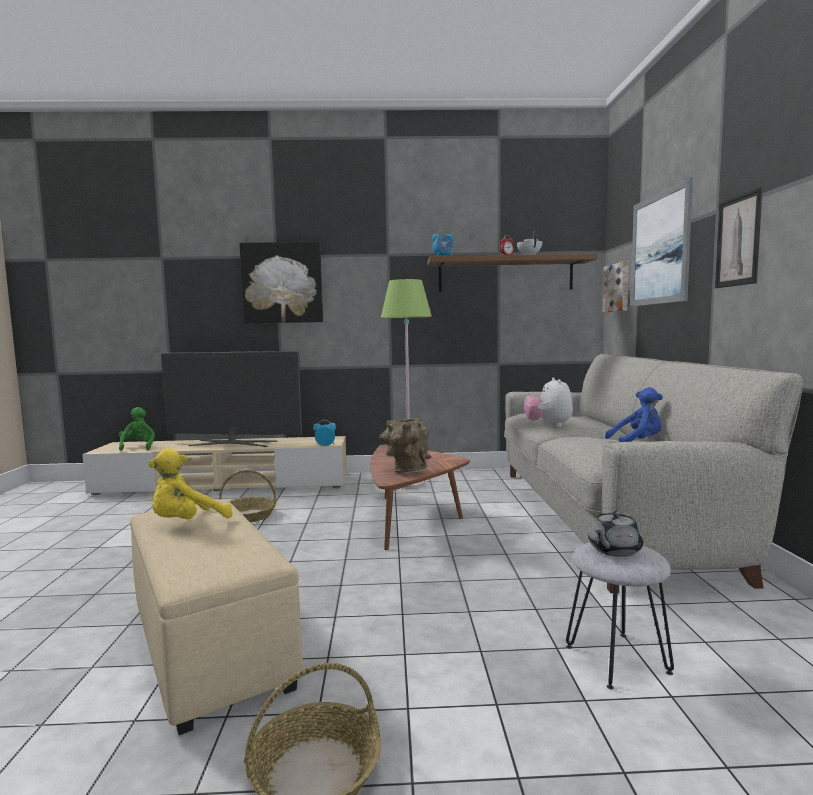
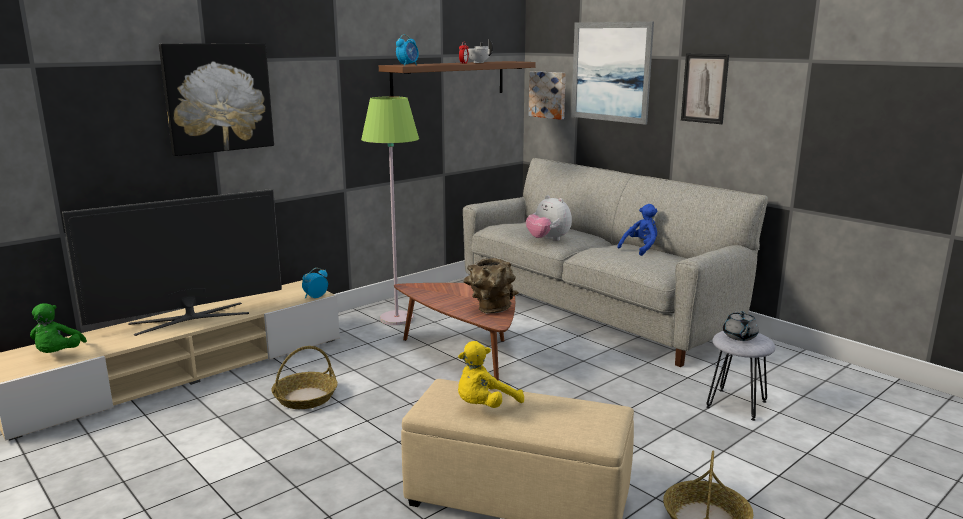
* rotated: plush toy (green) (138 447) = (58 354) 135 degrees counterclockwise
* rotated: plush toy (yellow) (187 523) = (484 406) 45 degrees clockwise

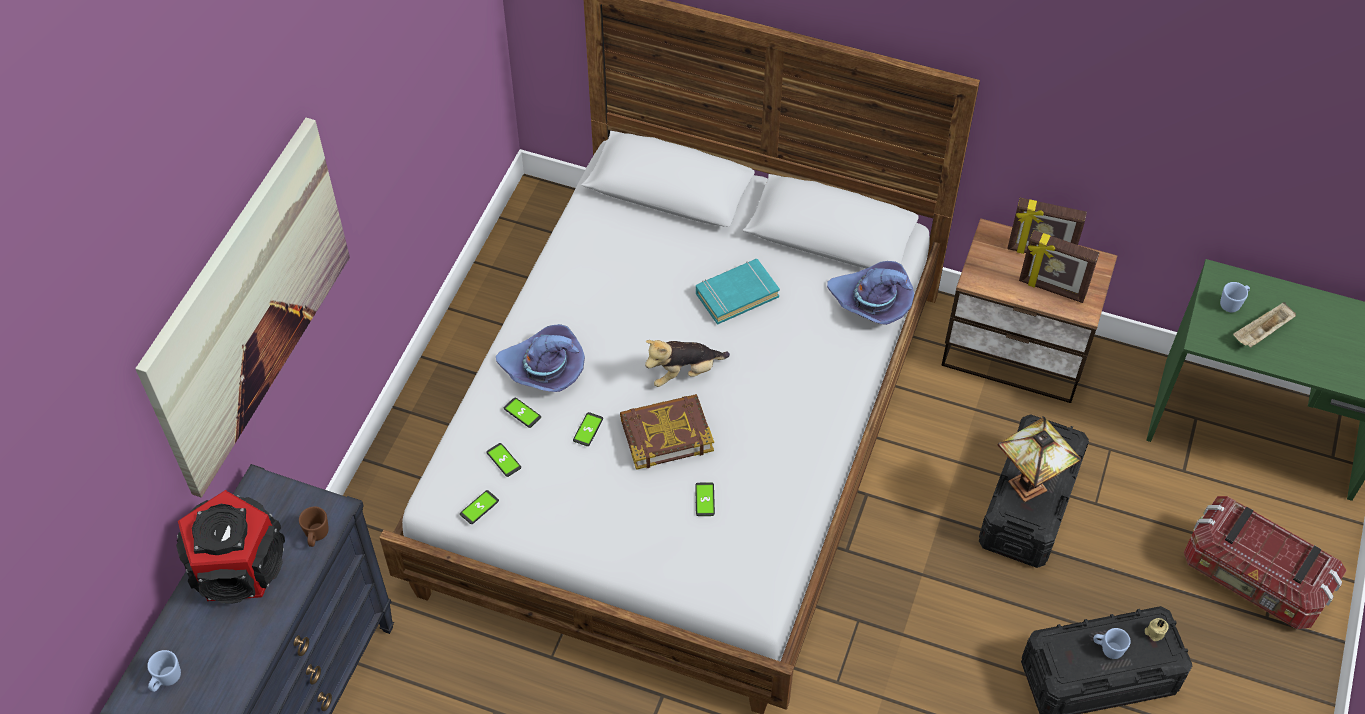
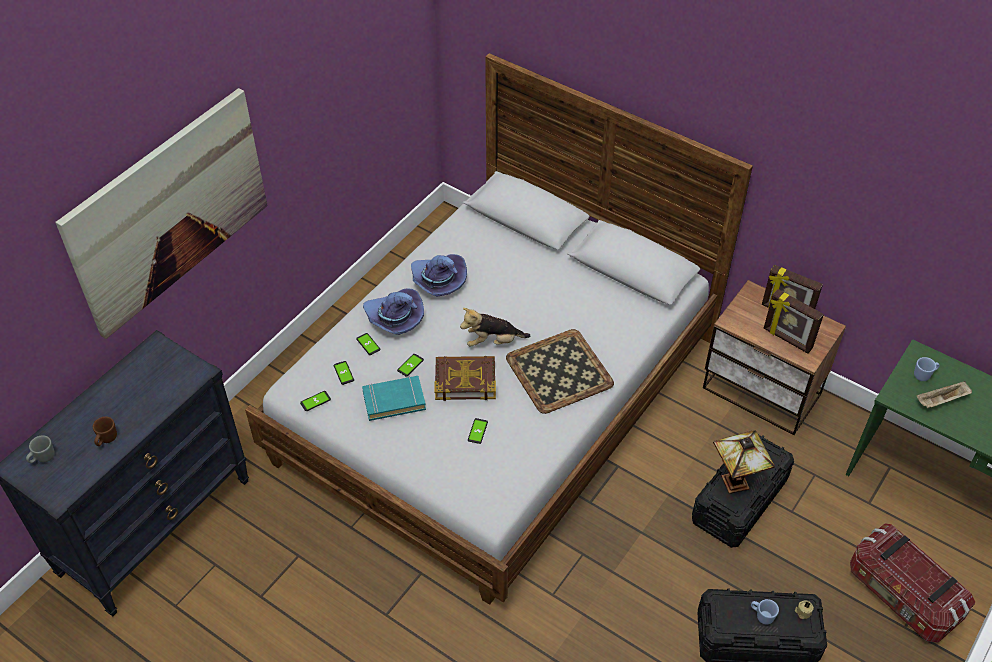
* repainted: mug (blue) (166 680) to mug (grey) (43 458)
* shifted: mug (brown) (316 536) to (106 440)
* shifted: book (turquoise) (736 294) to (394 400)
* shifted: hat (purple) (872 302) to (437 281)
* new: tray (559 372)
* gone: speaker (239 566)

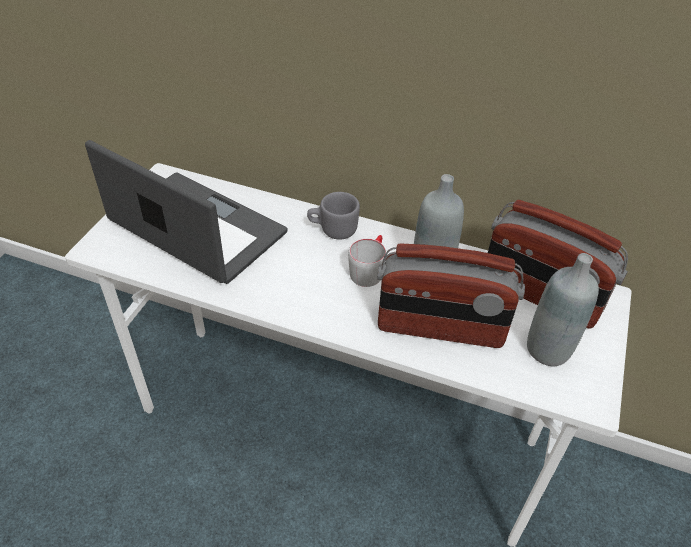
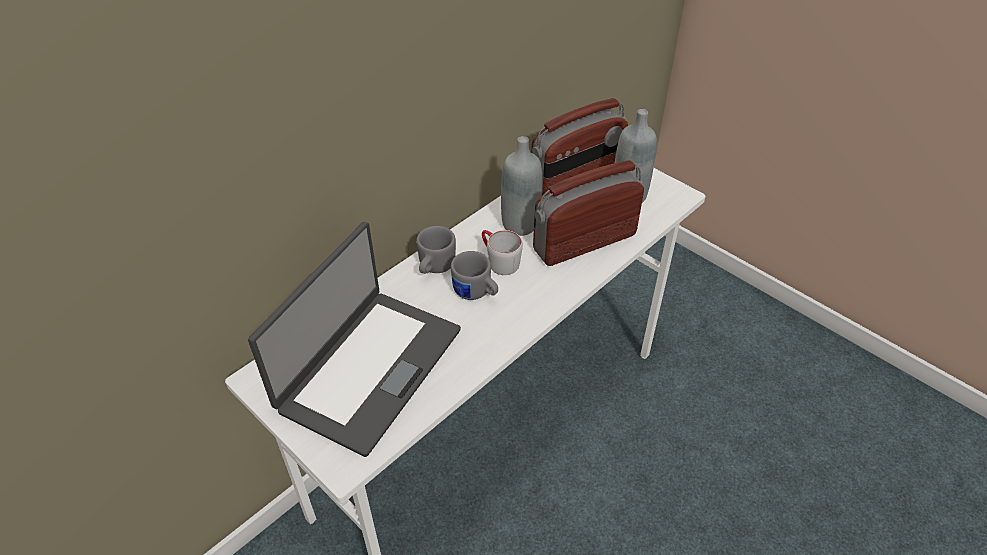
* rotated: laptop (196 229) = (368 368) 150 degrees clockwise
* new: mug (grey) (476 293)
* rotated: radio (440 328) = (584 242) 150 degrees counterclockwise

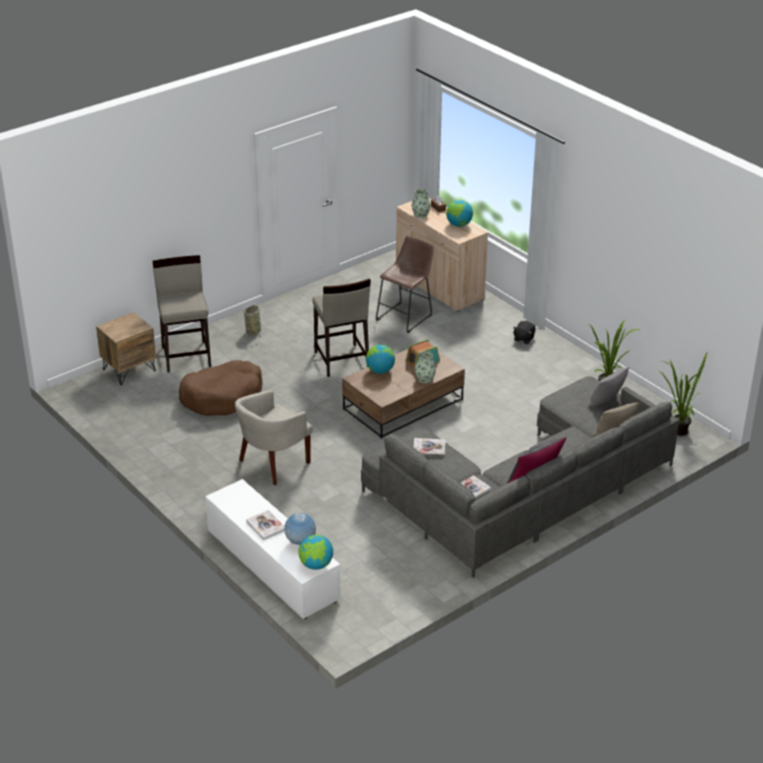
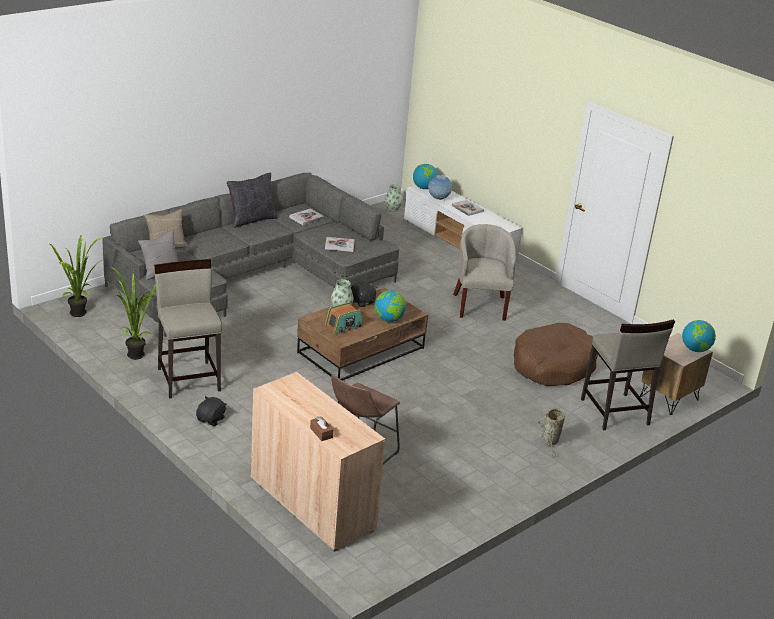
* shifted: stool (beige) (341 361) to (189 379)
* new: plush toy (black) (362 302)
* shifted: vase (420 214) to (393 209)
* rotated: armchair (beige) (273 463) = (480 305) 45 degrees counterclockwise
* shifted: globe (458 225) to (695 349)

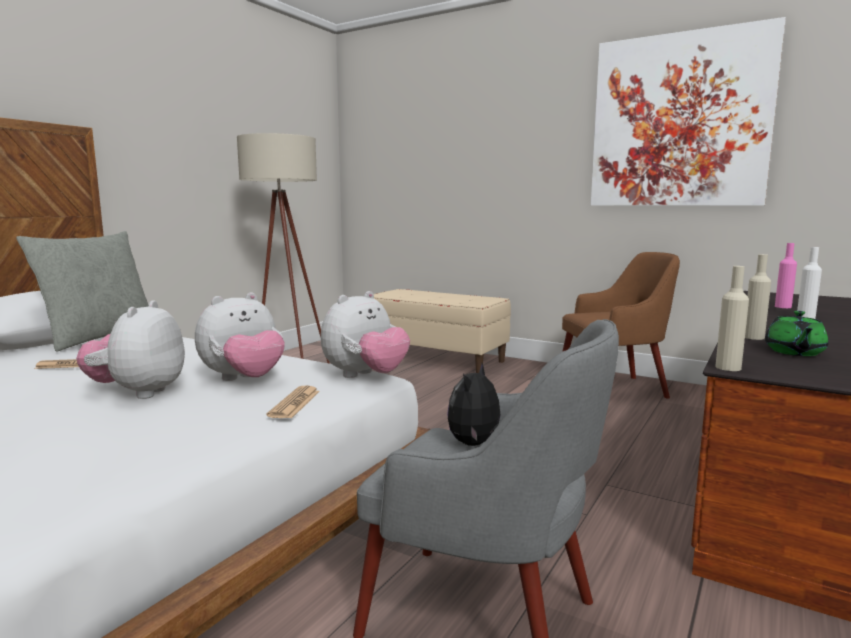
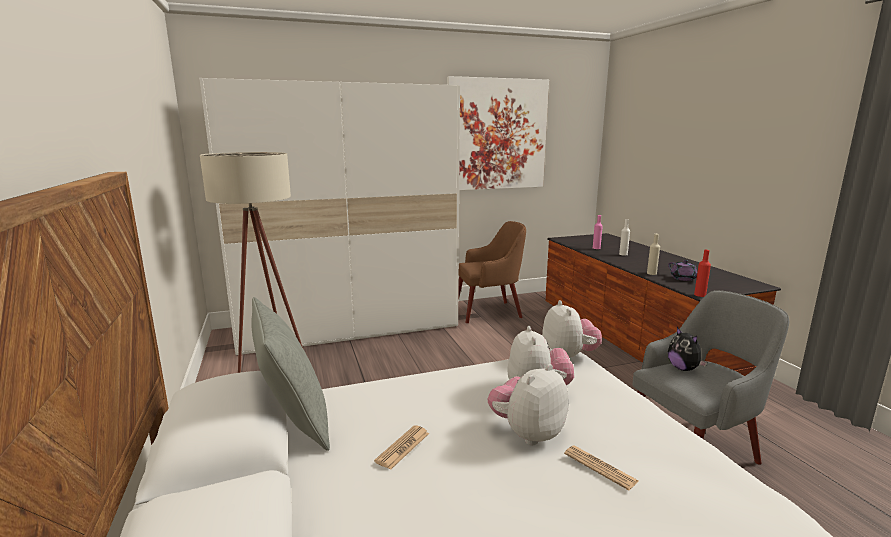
* swapped: bench (beige) (435 359) to wardrobe (white) (350 327)
* rotated: armchair (brown) (614 389) = (489 312) 45 degrees clockwise
* rotated: plush toy (138 393) = (527 433) 90 degrees clockwise
* shifted: newspaper (295 403) to (600 467)
* repainted: teapot (green) (794 352) to teapot (purple) (683 279)
* repainted: bottle (beige) (728 367) to bottle (red) (700 295)

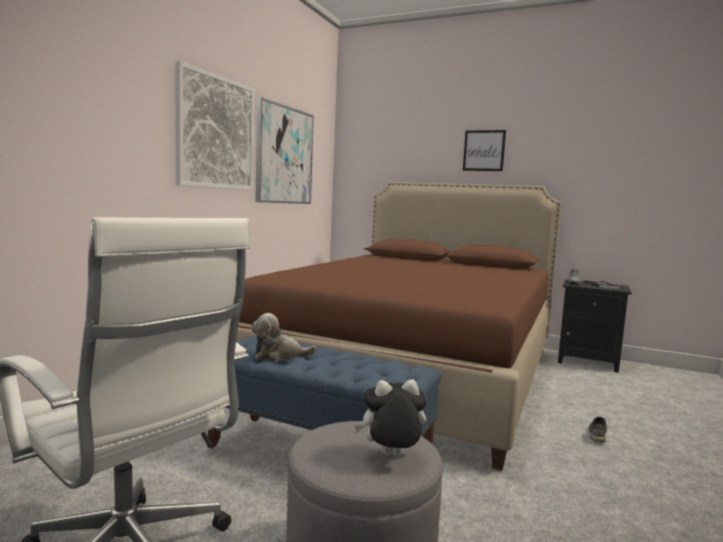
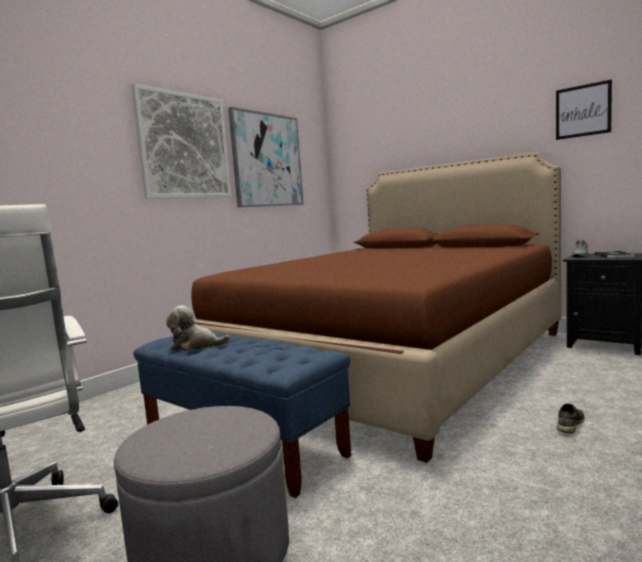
* shifted: picture (484 150) to (583 111)
* gone: plush toy (391 456)

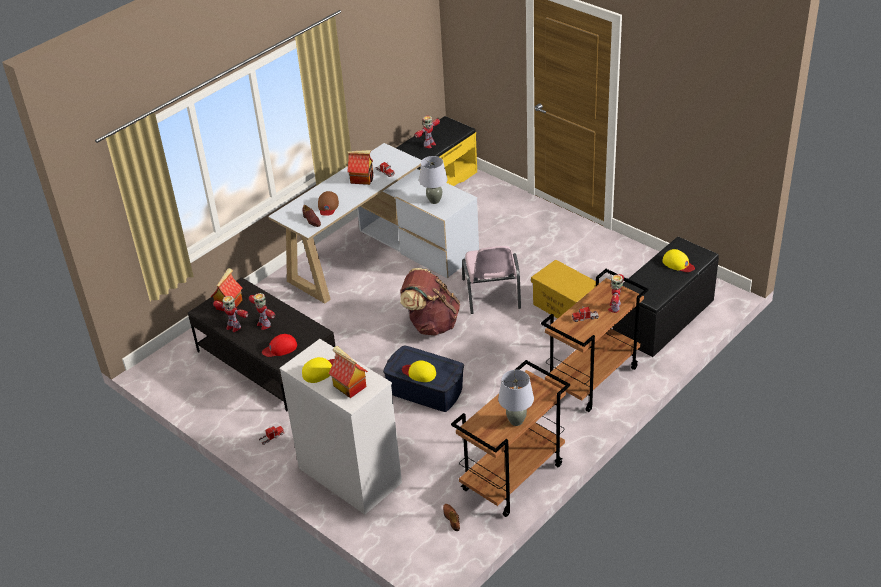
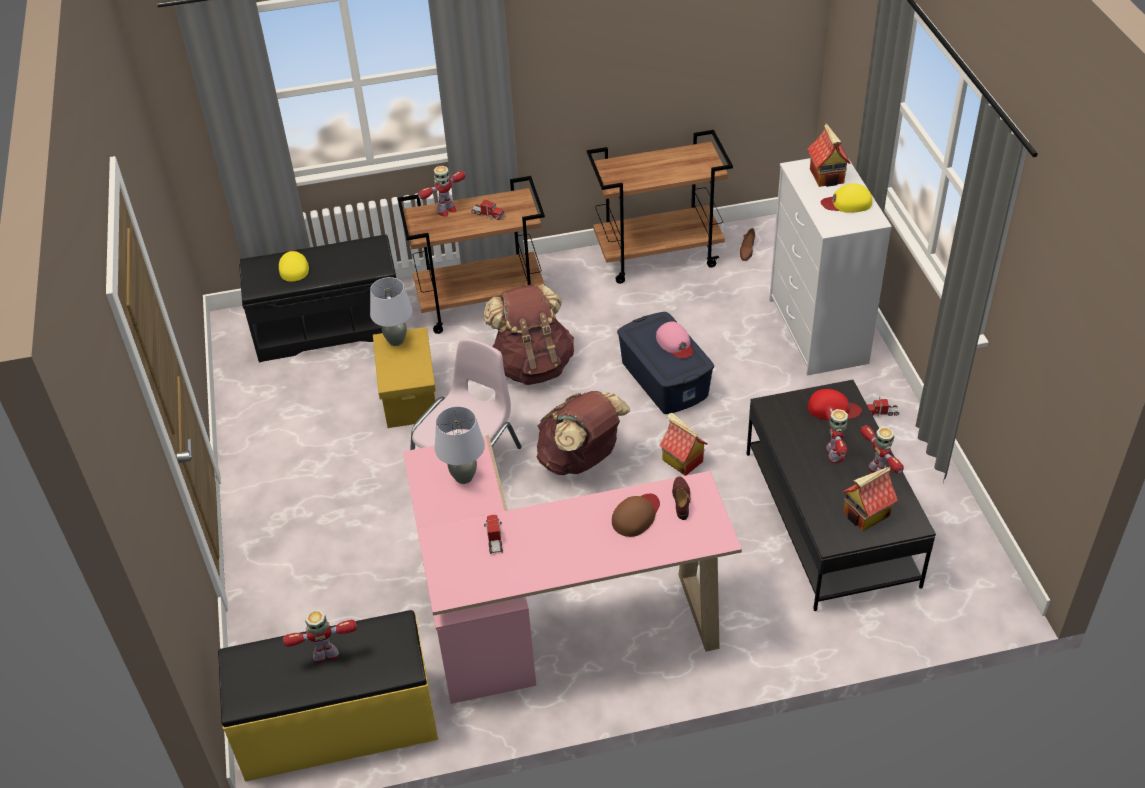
* shifted: table lamp (grey) (516 421) to (396 340)
* repainted: desk (white) (380 256) to desk (pink) (547 615)
* new: backpack (brown) (532 366)
* repainted: cap (yellow) (419 373) to cap (pink) (675 343)
* shifted: toy house (362 179) to (681 460)

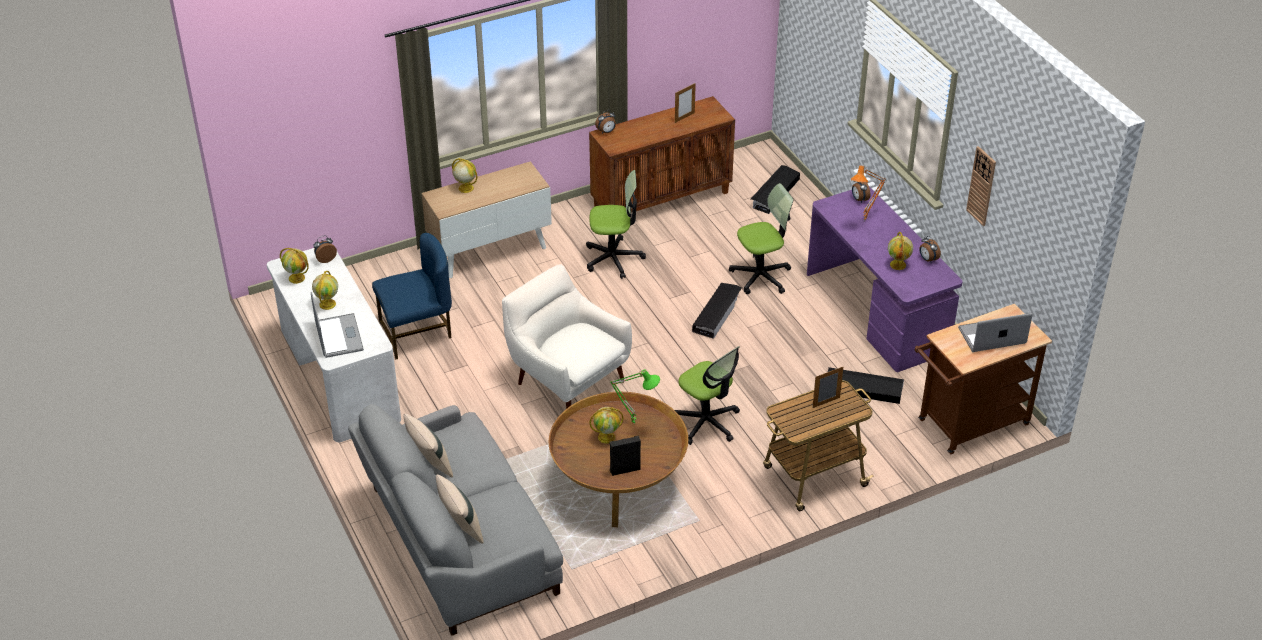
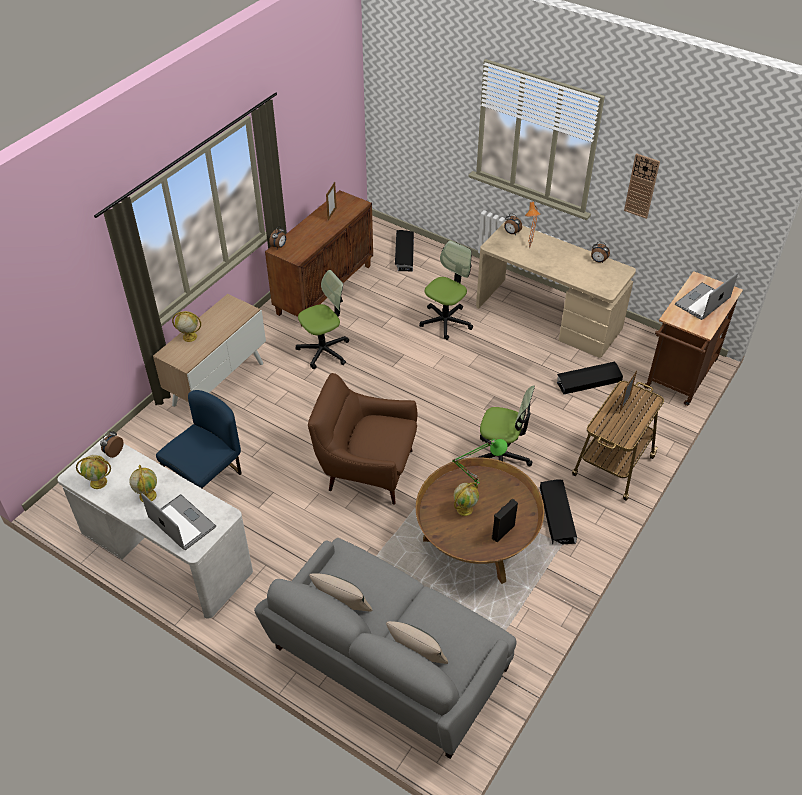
* repainted: armchair (white) (567 380) to armchair (brown) (366 469)
* repainted: desk (purple) (877 312) to desk (beige) (548 317)
* shifted: storage box (black) (717 313) to (557 514)
* gone: globe (898 265)

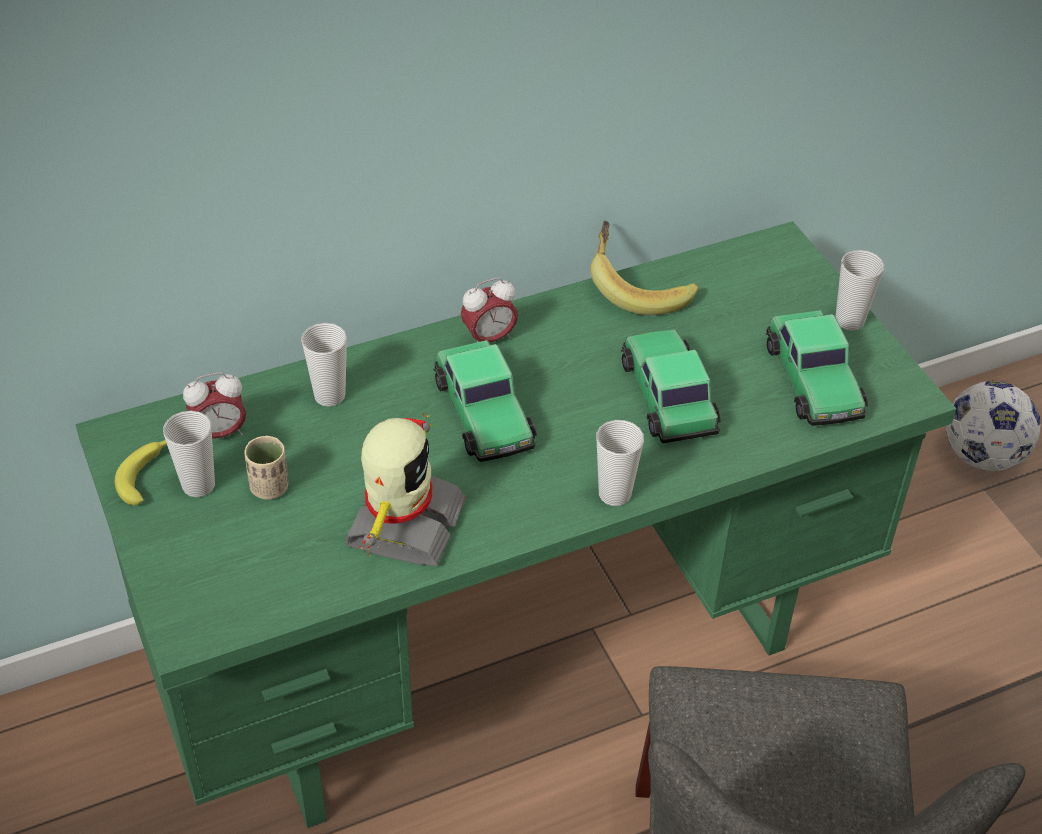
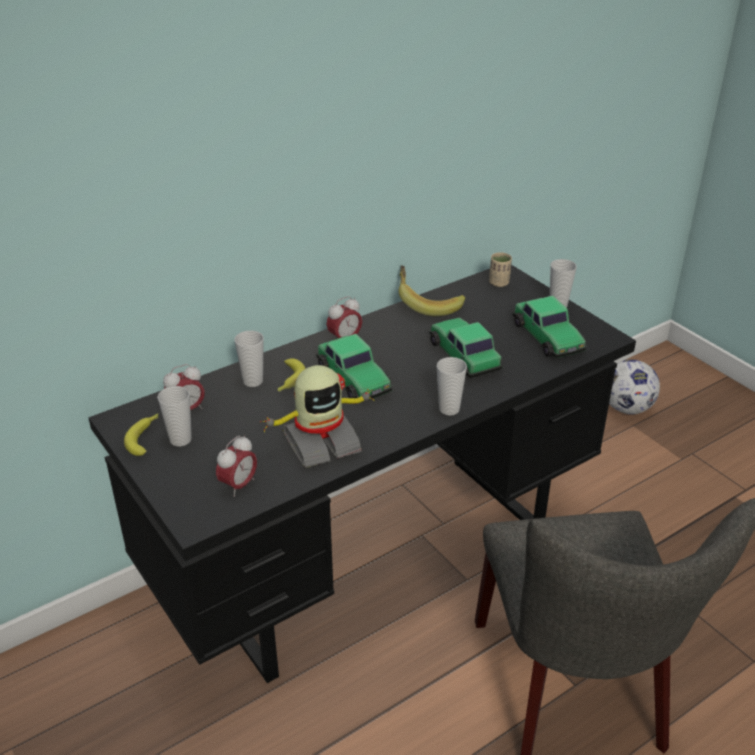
* repainted: desk (green) (517 650) to desk (black) (378 555)
* new: alarm clock (238 485)
* rotated: toy robot (402 523) = (320 442) 60 degrees clockwise
* new: banana (288 380)
* shifted: cup (beige) (269 488) to (499 283)

